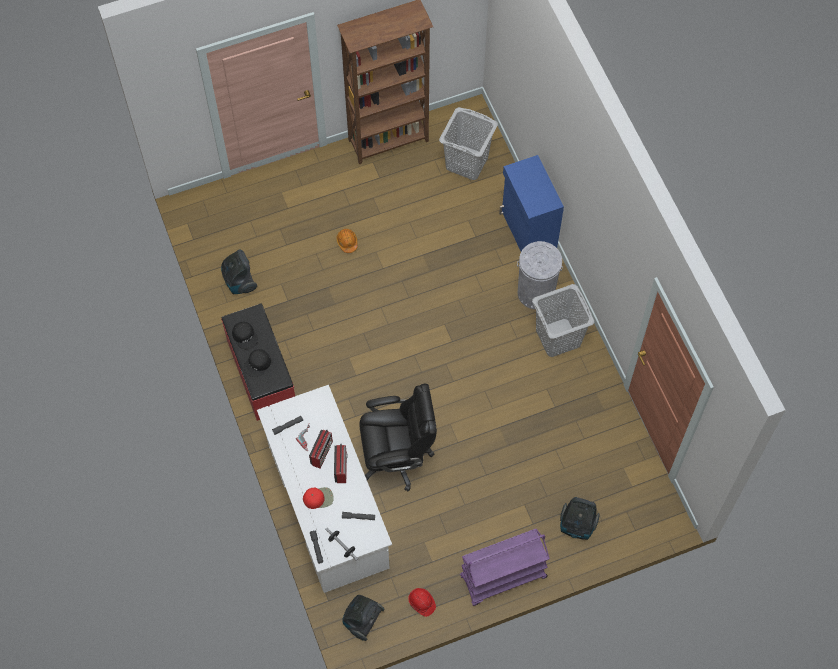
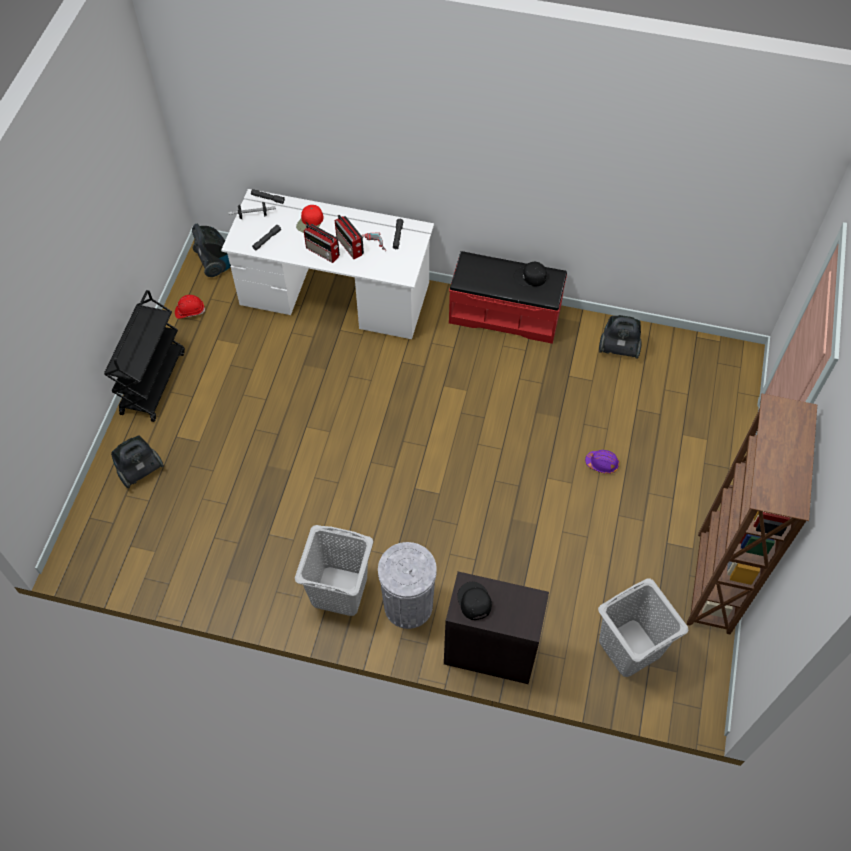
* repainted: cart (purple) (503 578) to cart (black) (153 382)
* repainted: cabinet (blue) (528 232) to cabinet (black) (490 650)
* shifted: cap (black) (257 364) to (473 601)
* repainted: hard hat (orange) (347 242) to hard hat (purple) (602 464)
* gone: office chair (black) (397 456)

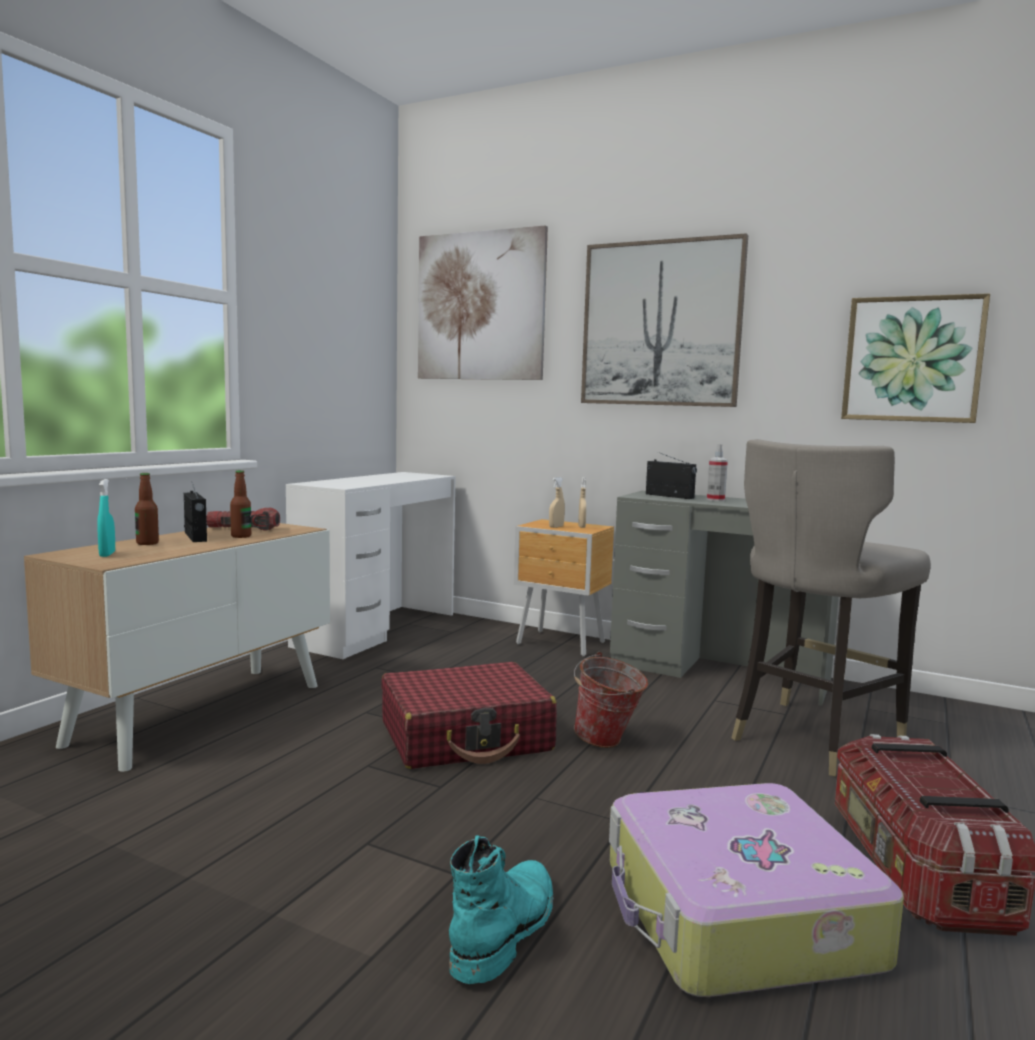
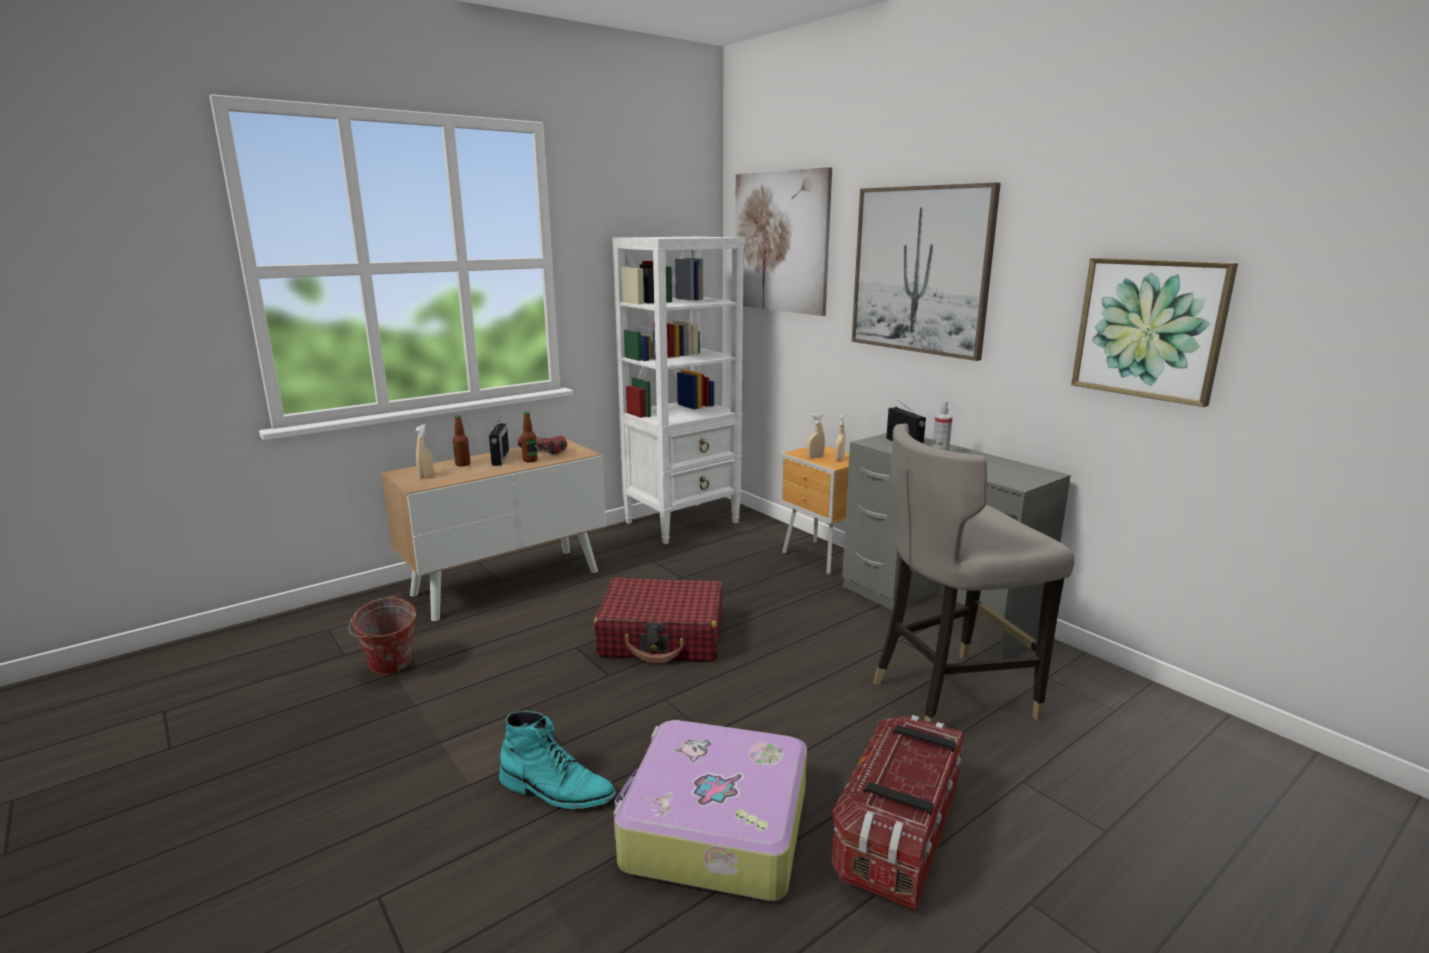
* shifted: bucket (607 743) to (390 670)
* repainted: spray bottle (turquoise) (107 554) to spray bottle (beige) (426 476)
* rotated: boot (turquoise) (505 929) = (556 790) 60 degrees clockwise
* swapped: desk (white) (376 629) to bookcase (white) (683 522)

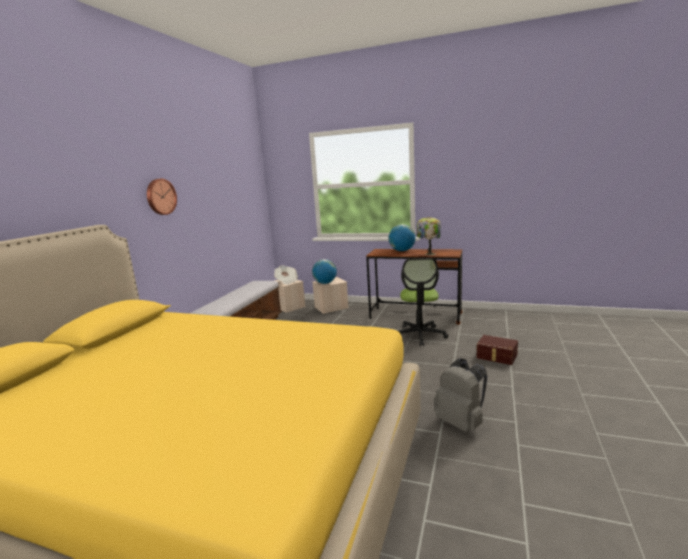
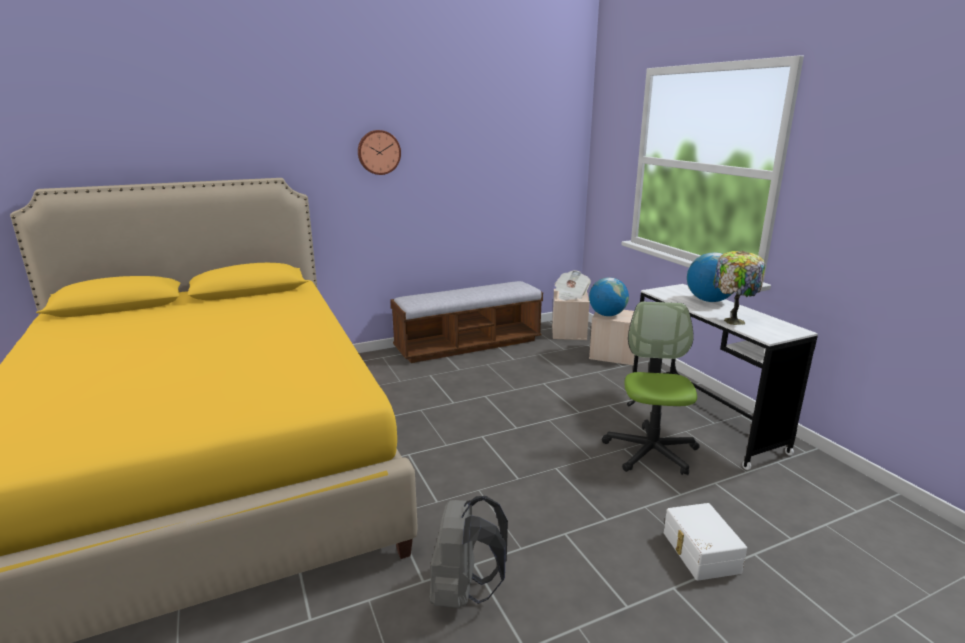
* rotated: office chair (420 335) = (651 451) 135 degrees clockwise
* repainted: desk (brown) (415 316) to desk (white) (703 421)
* repainted: storage box (brown) (496 356) to storage box (white) (699 552)

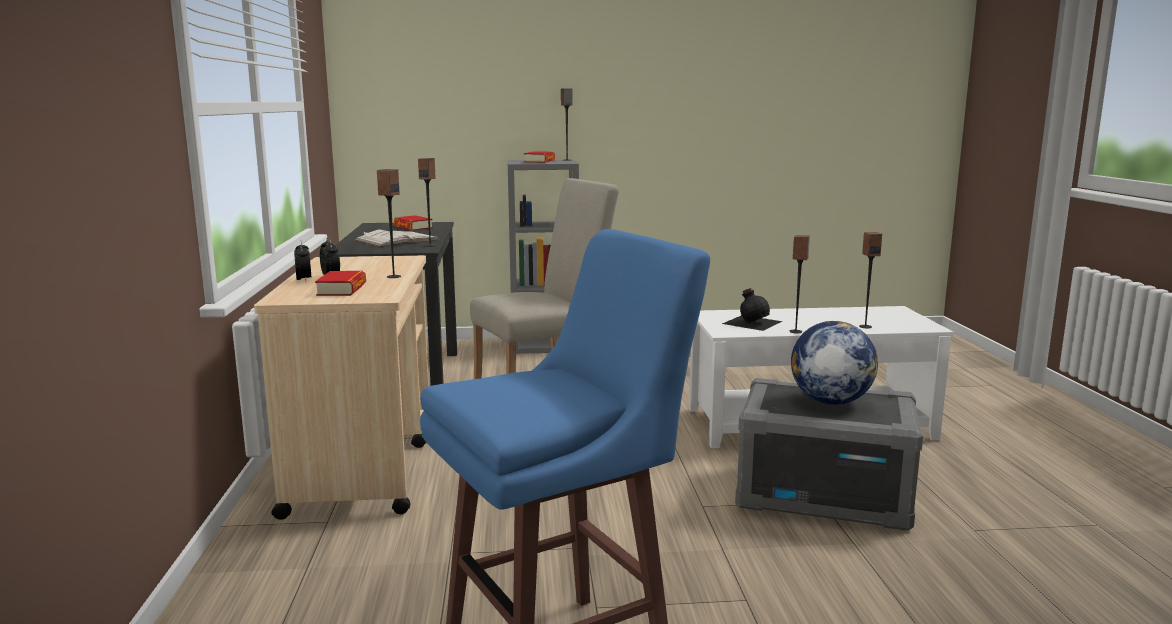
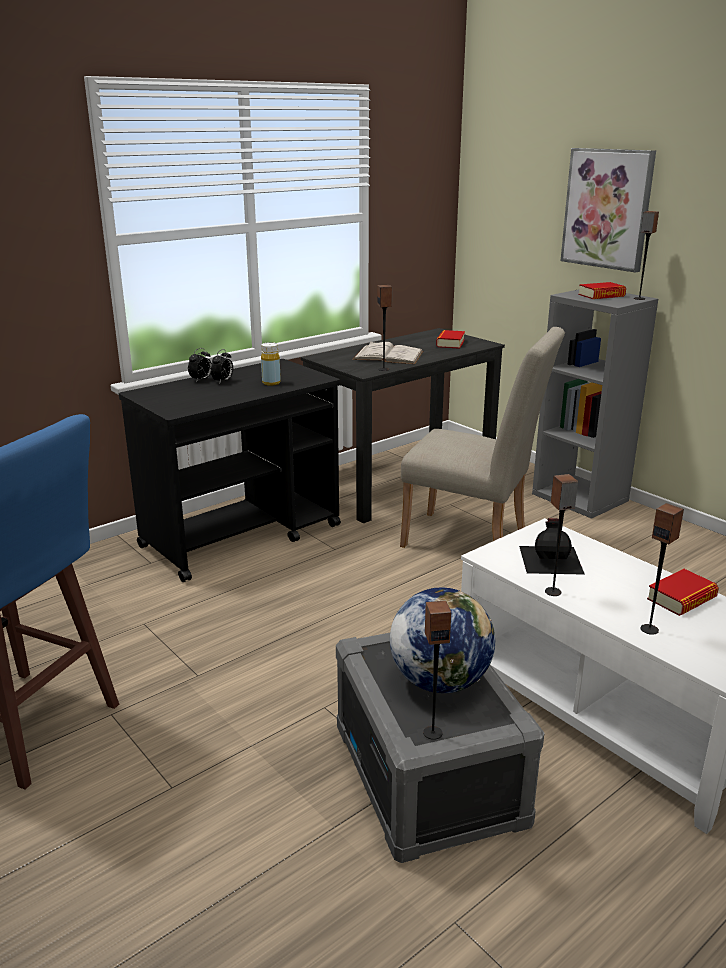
* repainted: cart (beige) (364 464) to cart (black) (243 536)
* new: bottle (yellow) (271 383)
* shifted: speaker (393 276) to (432 732)
* new: picture (607 209)
* shifted: book (342 289) to (681 598)

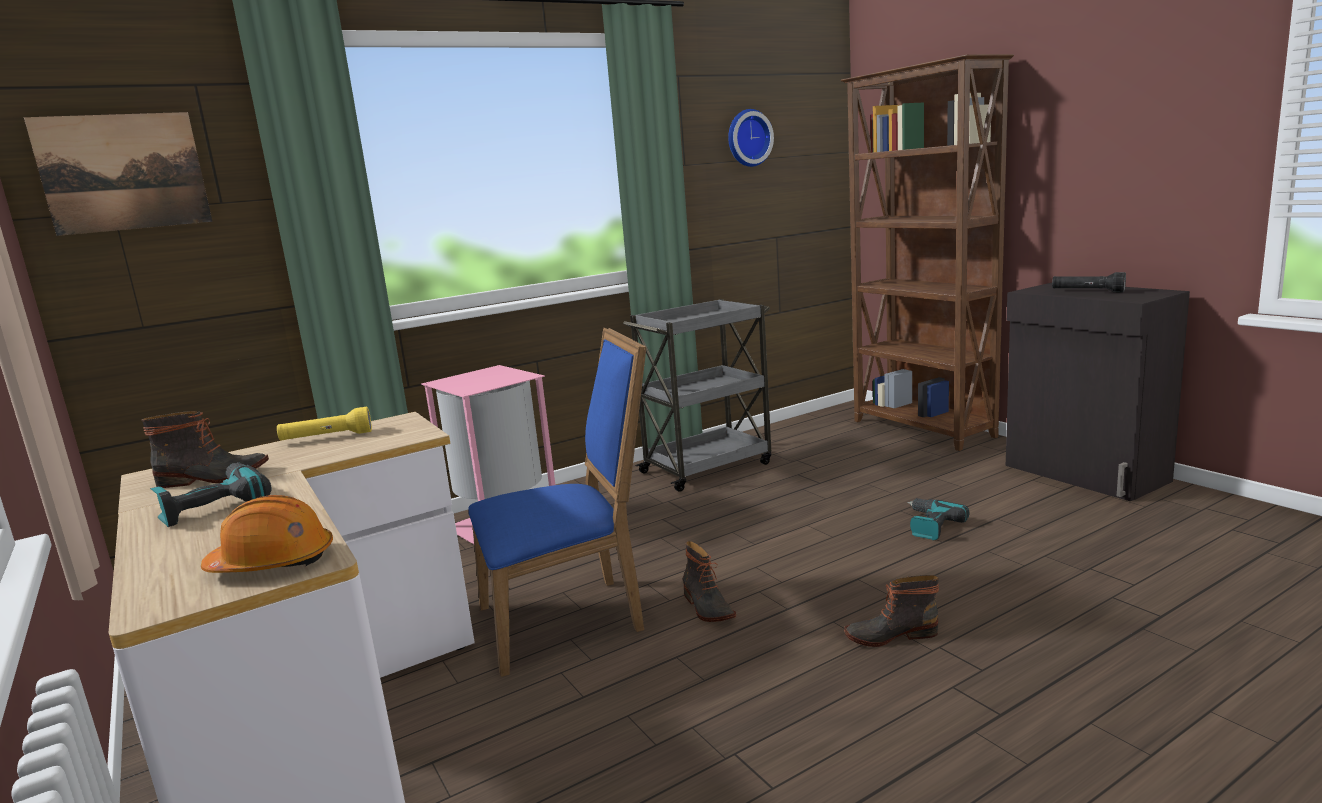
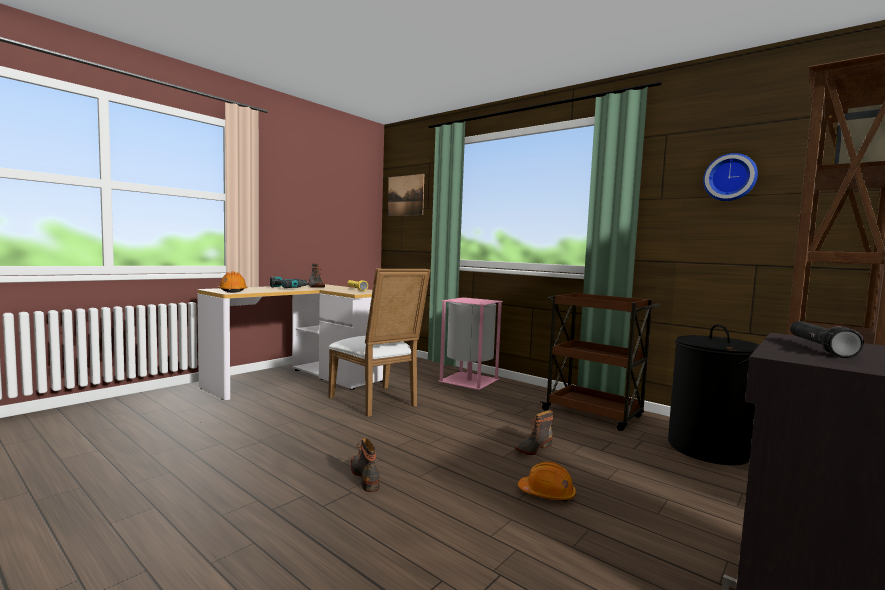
* repainted: chair (blue) (570 618) to chair (white) (377 402)
* shifted: boot (707 607) to (532 448)
* swapped: power drill (930 526) to hard hat (orange) (547 494)
* repainted: cart (grey) (708 467) to cart (brown) (594 414)
* new: laundry basket (black) (709 449)

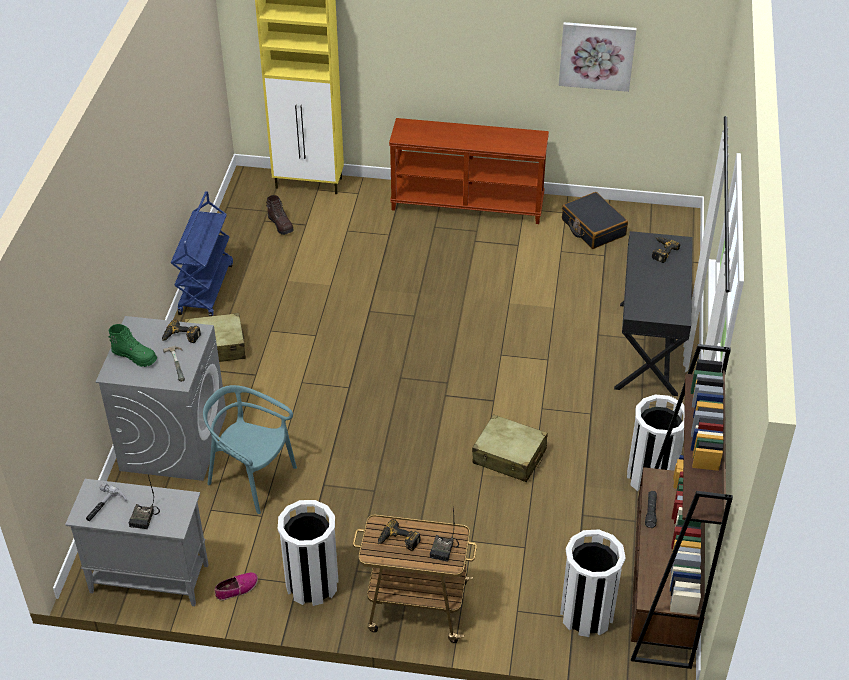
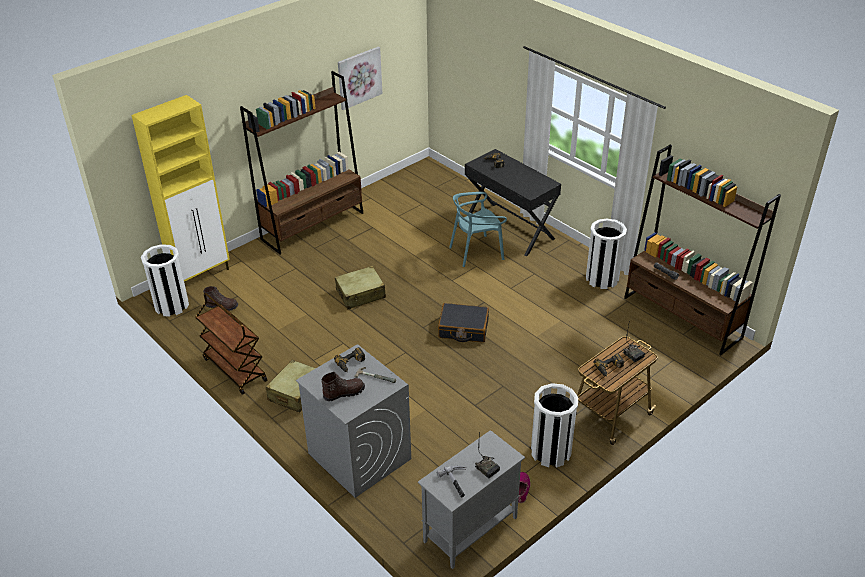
* shifted: trash can (white) (586 614) to (171 305)
* repainted: cart (blue) (205 288) to cart (brown) (234 369)
* swapped: console table (brown) (468 204) to bookcase (brown) (313 226)
* repainted: boot (green) (135 356) to boot (brown) (343 393)
* shifted: suitcase (beige) (509 456) to (361 294)
* shifted: suitcase (black) (593 228) to (463 329)
* shifted: chair (turquoise) (251 478) to (476 252)

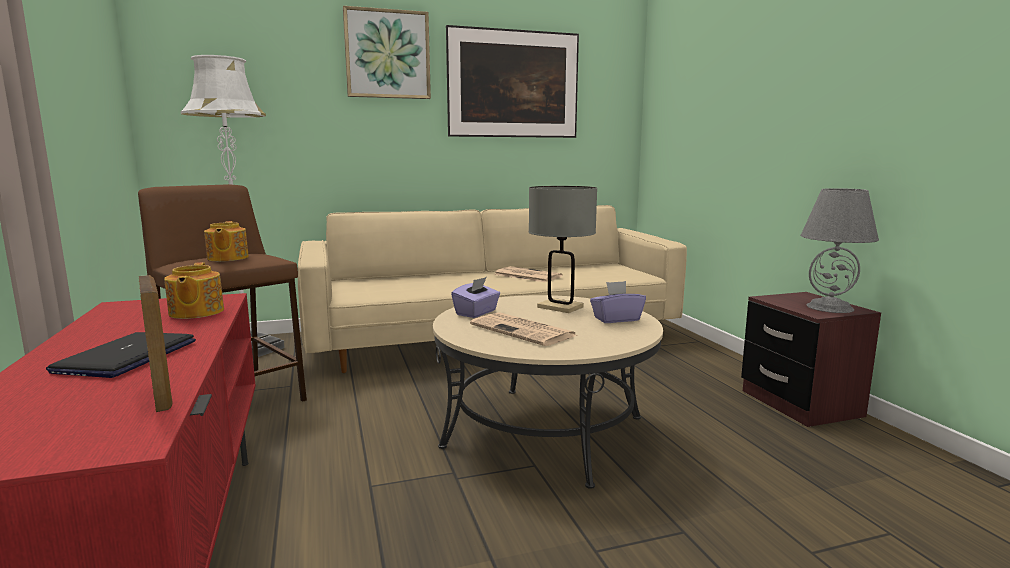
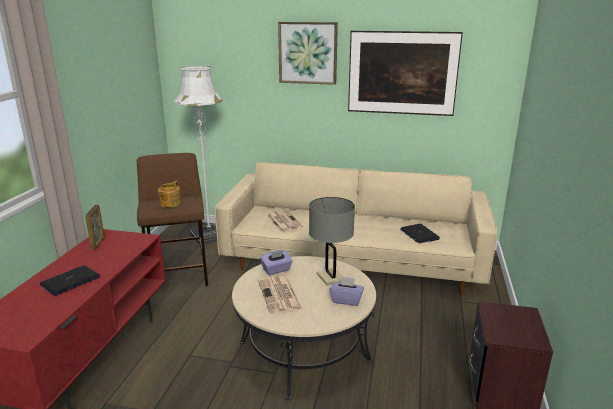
* shifted: picture frame (162 395) to (98 243)
* shifted: newspaper (526 275) to (283 221)
* new: laptop (419 234)
* gone: teapot (195 312)
* gone: table lamp (grey) (829 307)

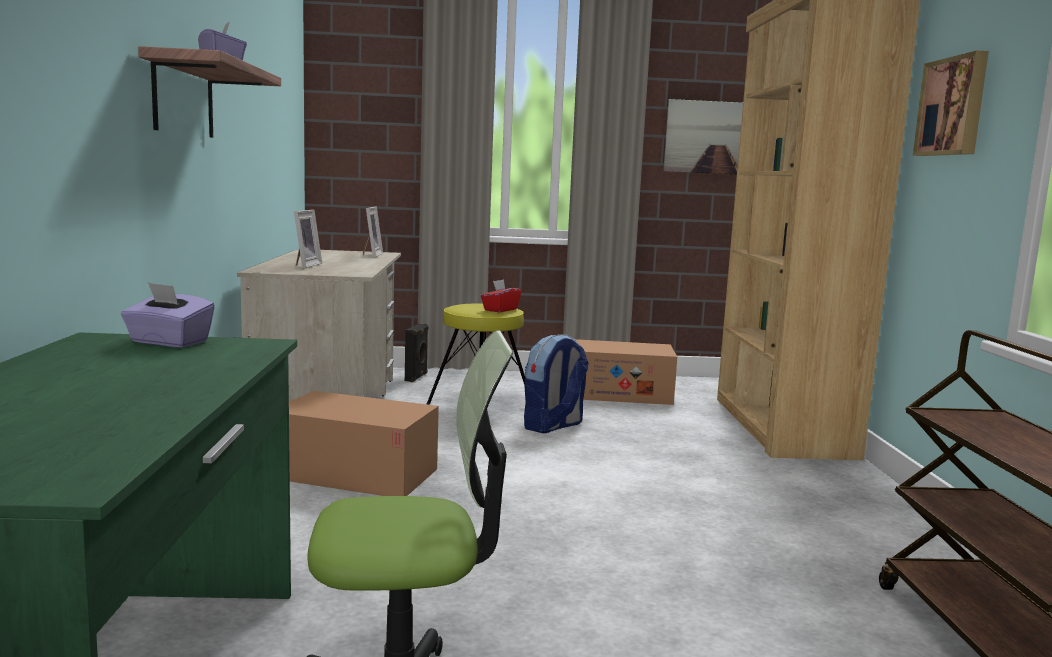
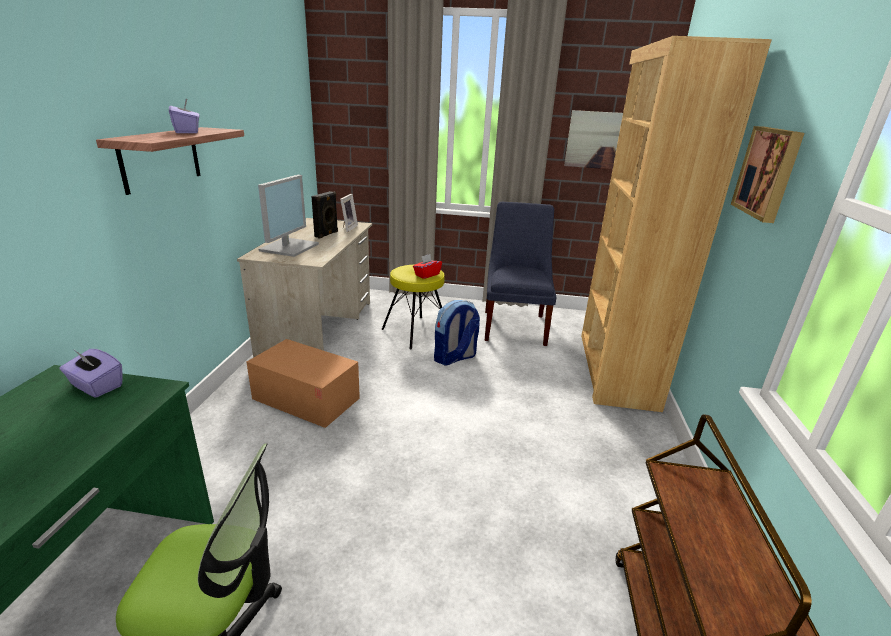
* swapped: picture frame (304 265) to monitor (289 247)
* shifted: speaker (black) (417 377) to (327 234)
* swapped: cardboard box (620 394) to chair (blue) (515 325)

